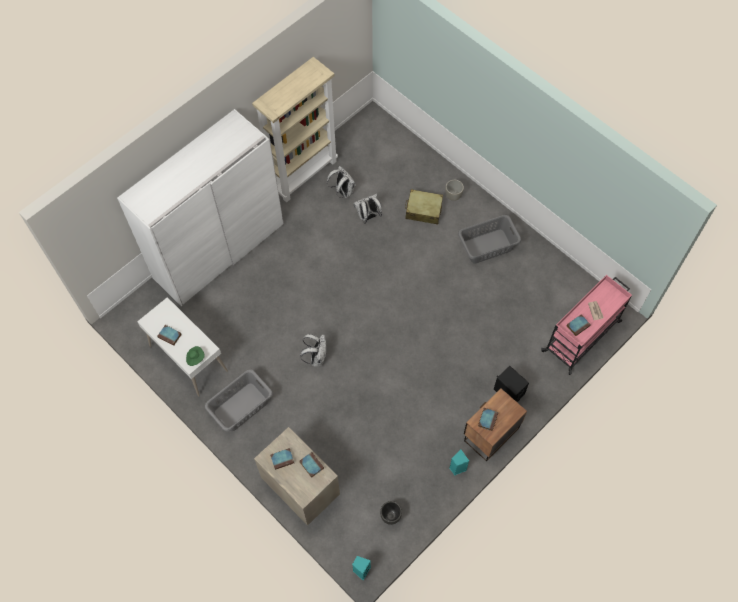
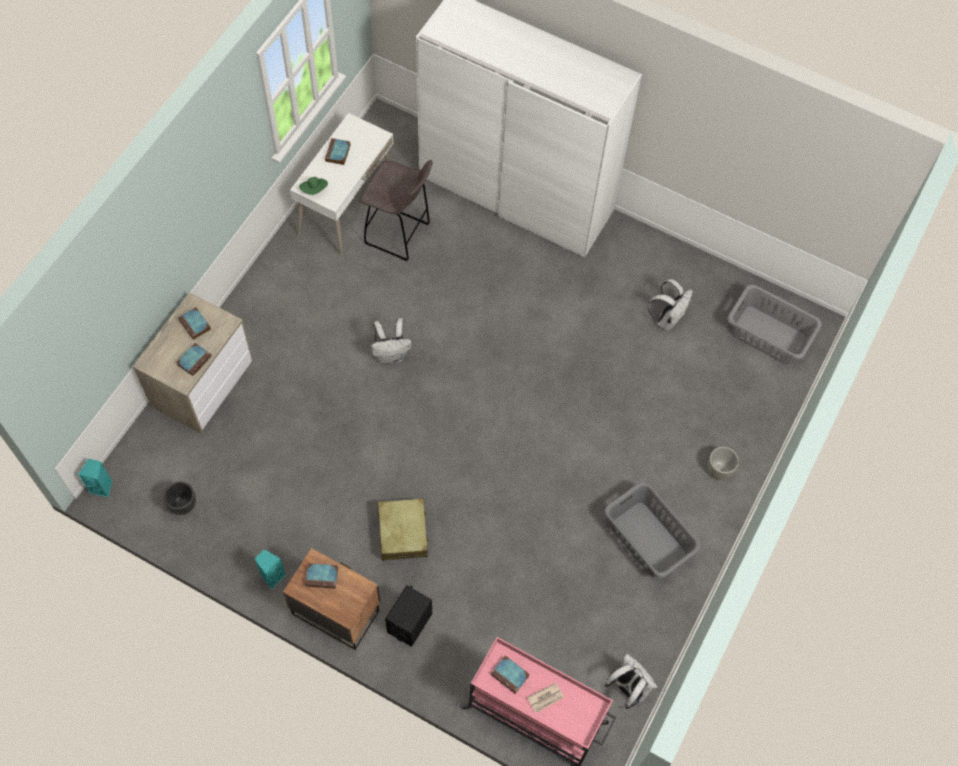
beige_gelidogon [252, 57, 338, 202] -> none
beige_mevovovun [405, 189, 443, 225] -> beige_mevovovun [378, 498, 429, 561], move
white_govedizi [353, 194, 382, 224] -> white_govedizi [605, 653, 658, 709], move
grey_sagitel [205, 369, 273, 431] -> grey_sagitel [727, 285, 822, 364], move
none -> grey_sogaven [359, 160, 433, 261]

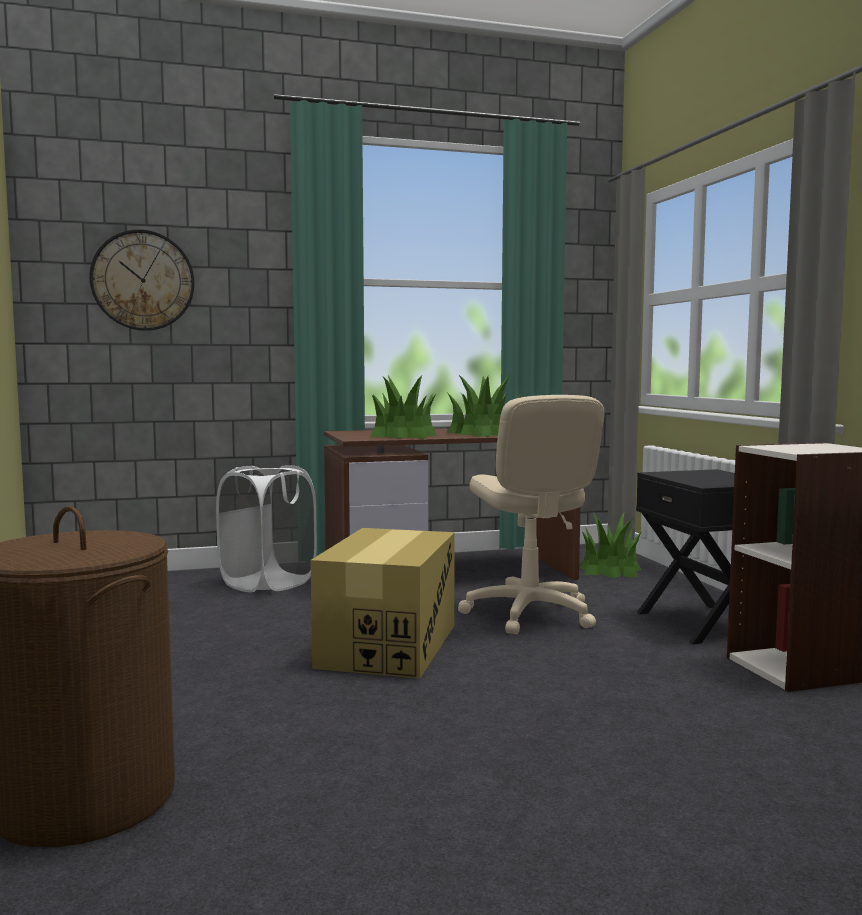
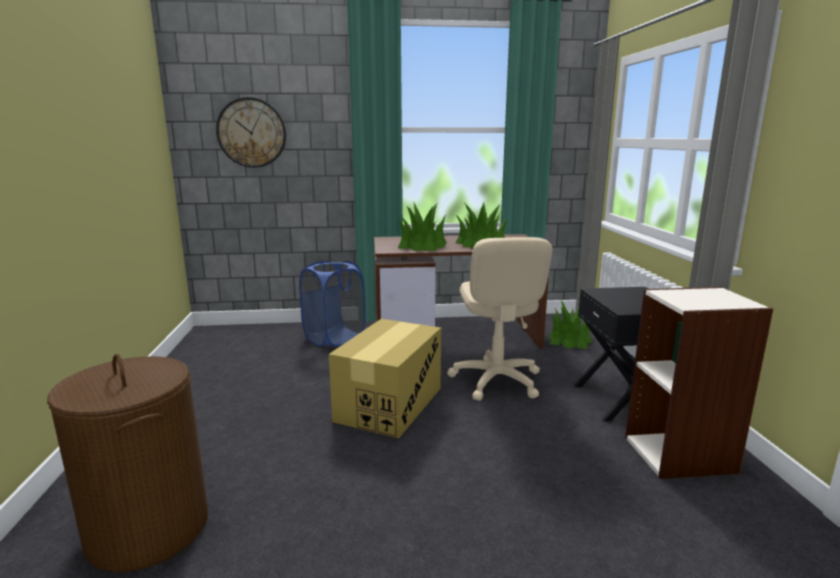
white_sagitel [216, 465, 317, 592] -> blue_sagitel [299, 261, 366, 347]

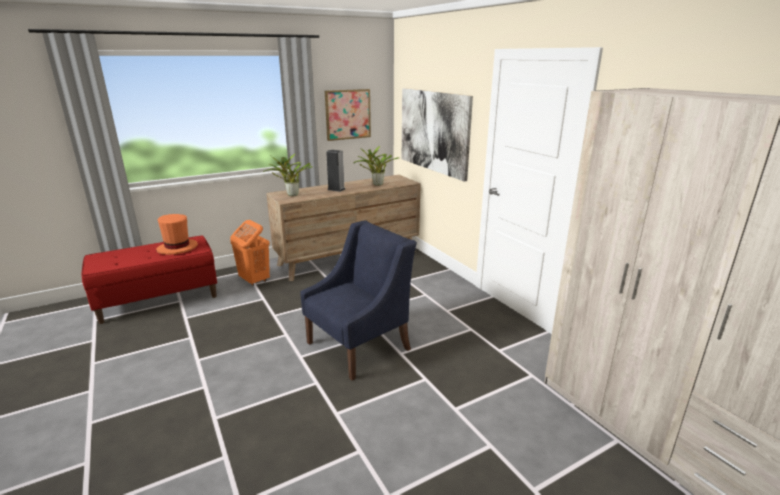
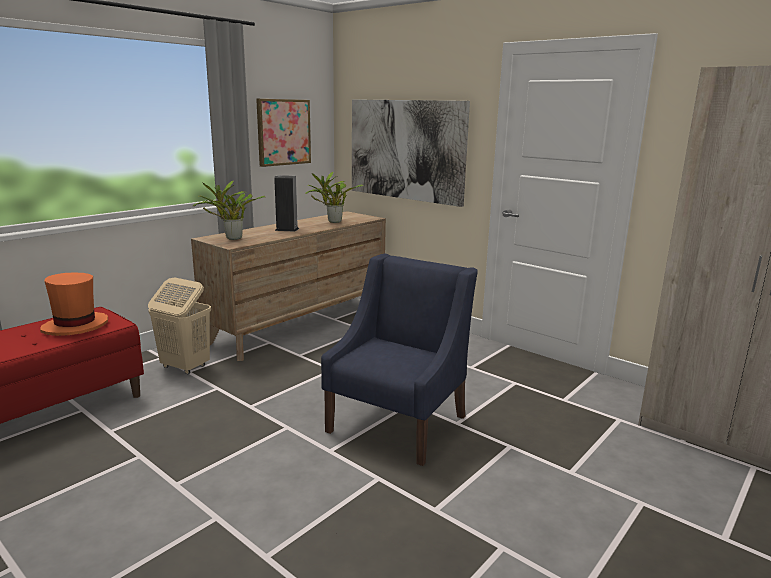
orange_sagitel [230, 220, 270, 286] -> beige_sagitel [148, 277, 211, 375]

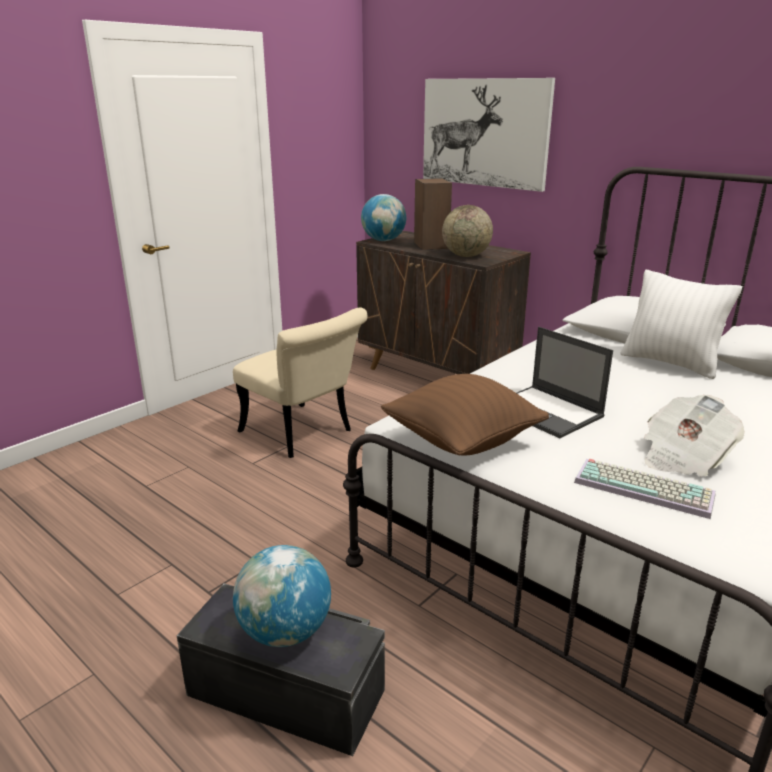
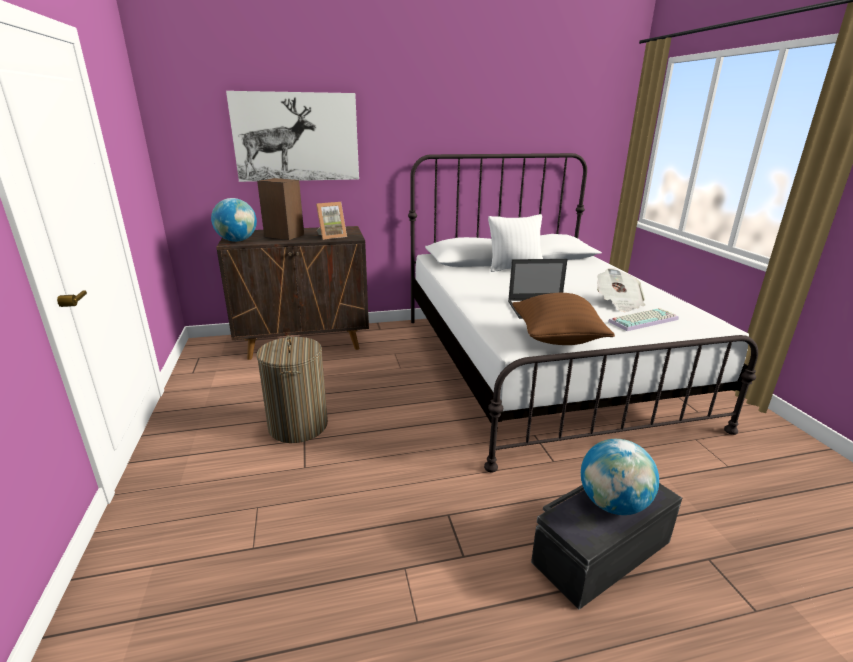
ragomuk [442, 205, 493, 257] -> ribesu [316, 202, 347, 240]
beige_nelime [233, 307, 367, 458] -> sagitel [256, 335, 328, 443]

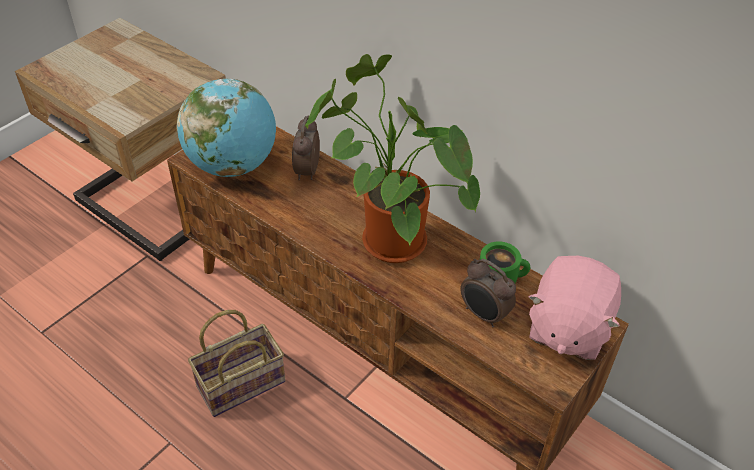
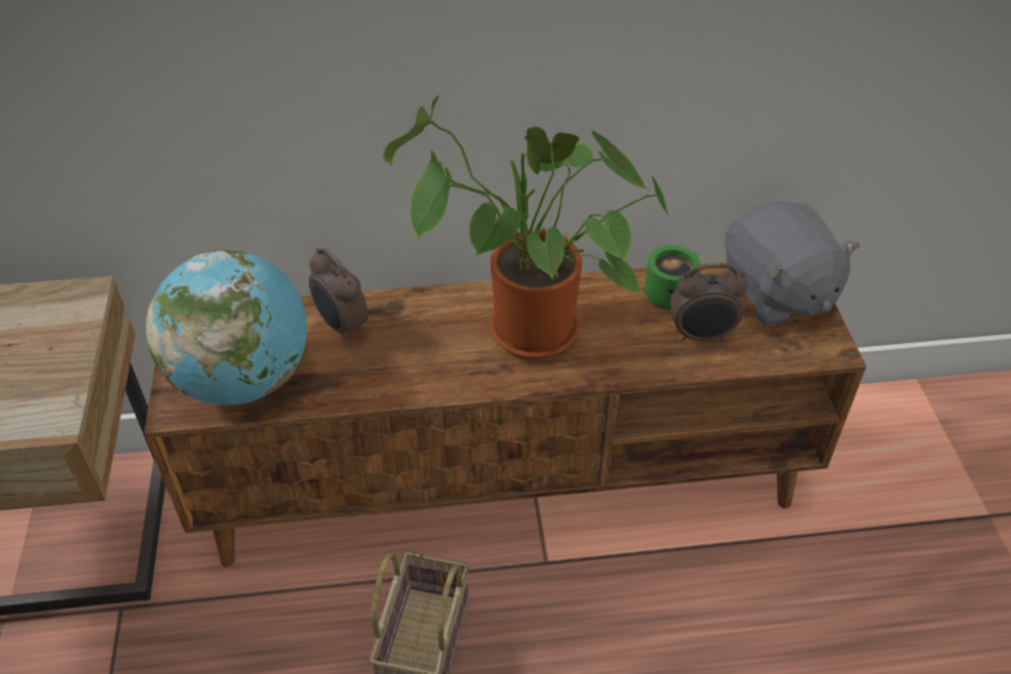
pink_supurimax [528, 255, 621, 360] -> grey_supurimax [725, 201, 860, 326]

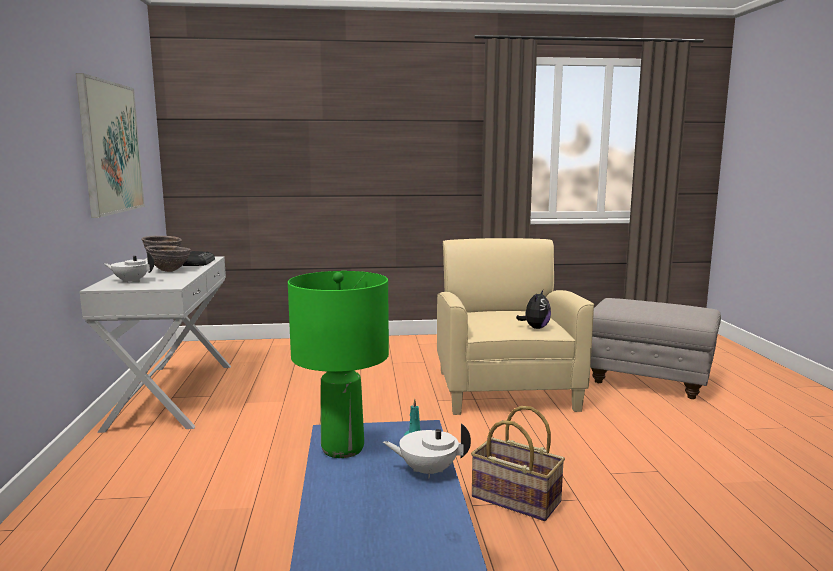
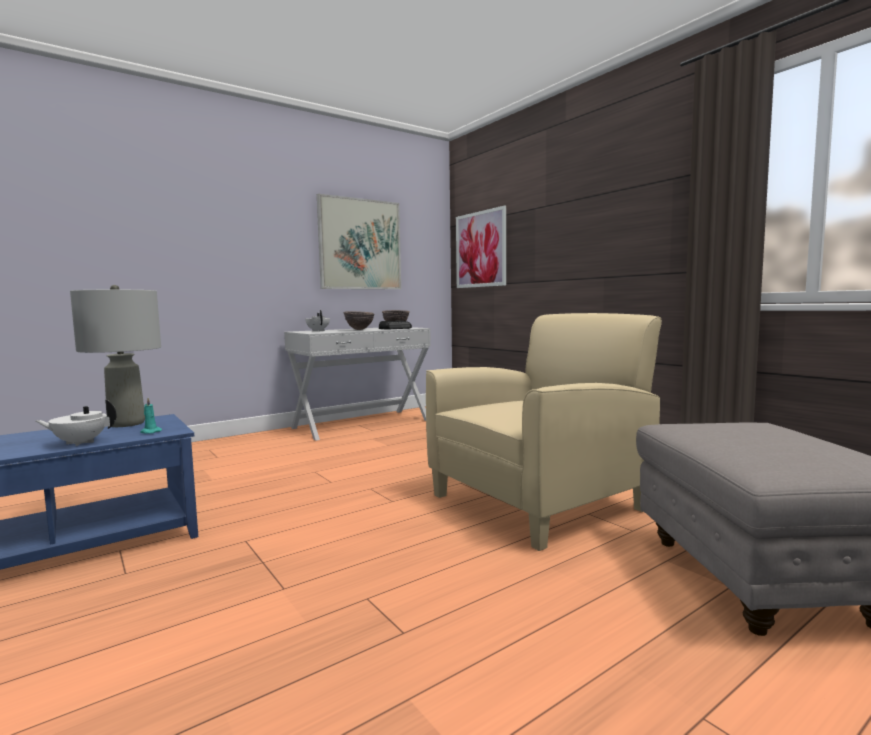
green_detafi [288, 271, 389, 458] -> grey_detafi [70, 285, 161, 427]
supurimax [516, 290, 551, 329] -> none
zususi [471, 406, 565, 521] -> none
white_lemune [383, 423, 471, 479] -> white_lemune [35, 399, 117, 446], 75 degrees counterclockwise
none -> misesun [456, 205, 506, 288]

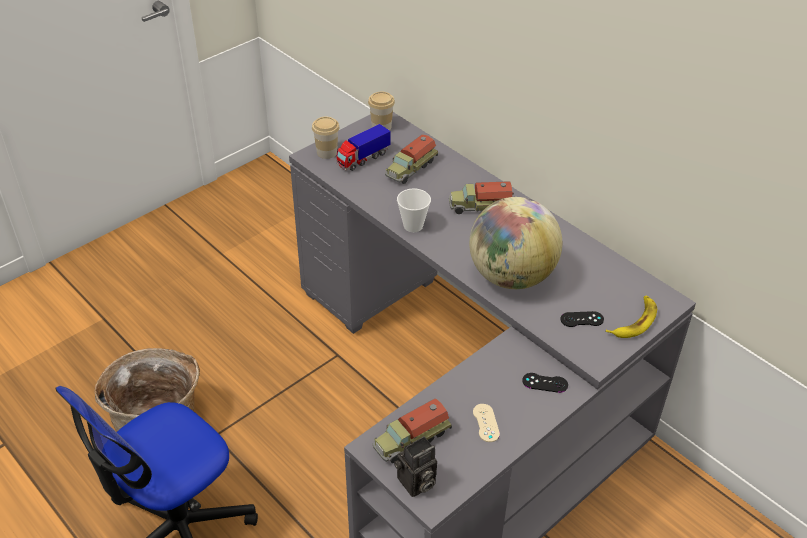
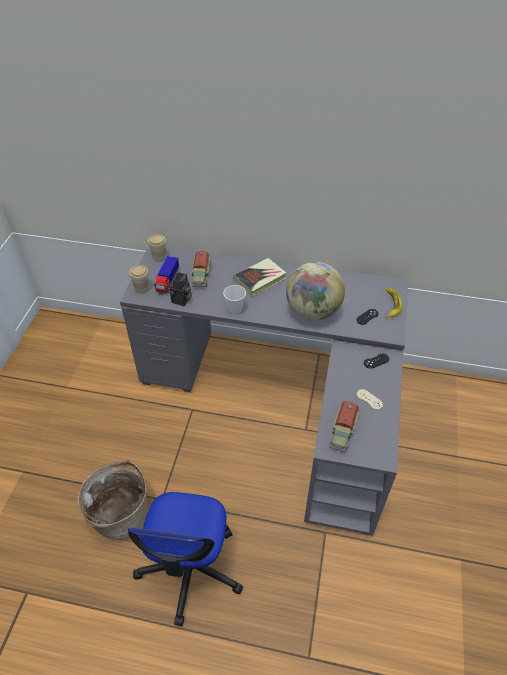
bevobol [449, 181, 514, 214] -> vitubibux [233, 258, 287, 296]
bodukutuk [394, 436, 437, 497] -> bodukutuk [170, 272, 192, 306], move

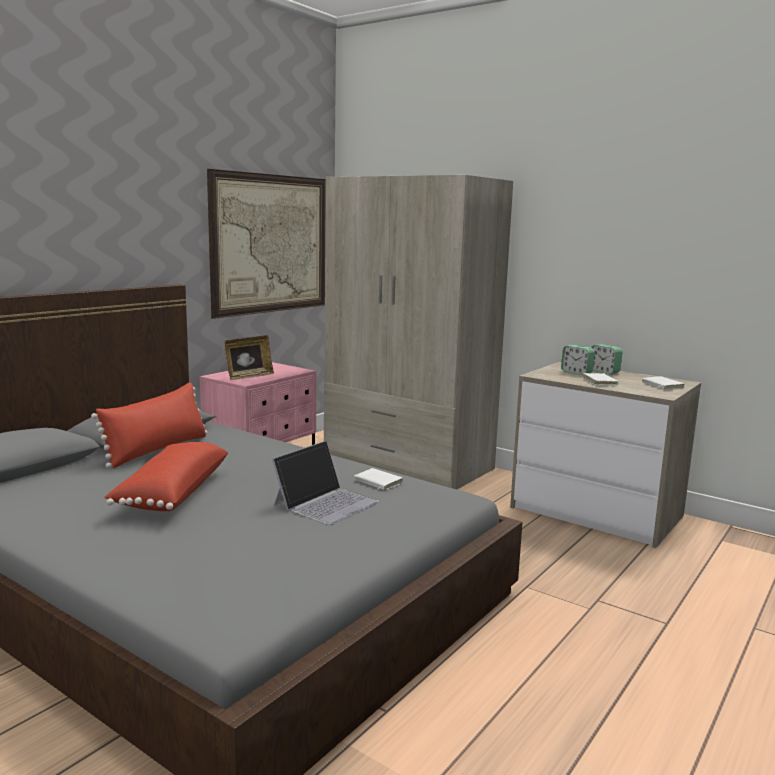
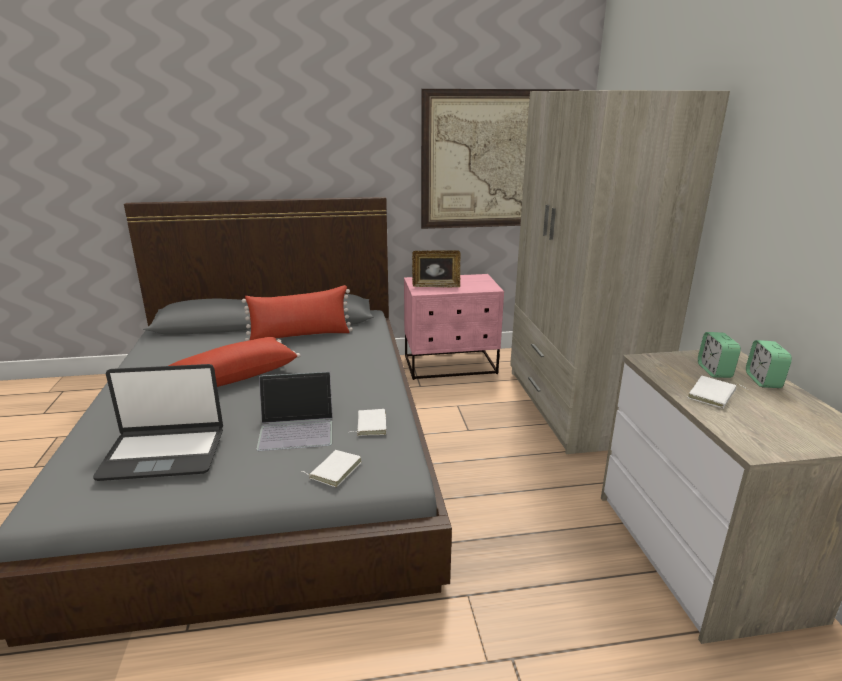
white_vitubibux [642, 376, 685, 390] -> white_vitubibux [301, 450, 362, 487], move
none -> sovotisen [93, 364, 223, 481]

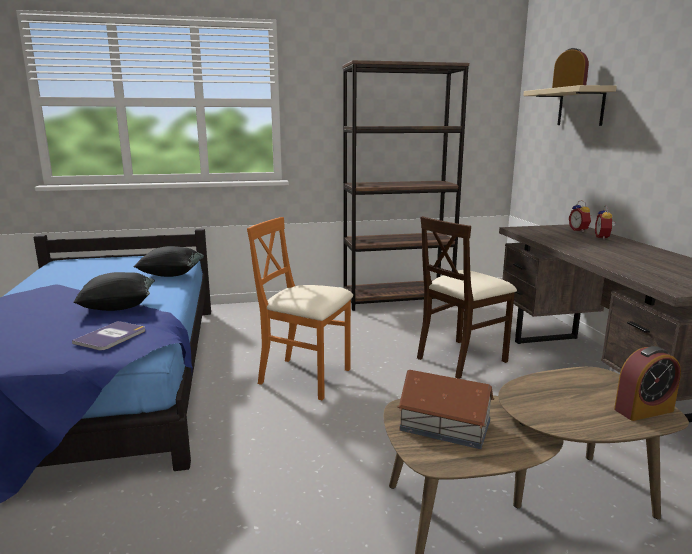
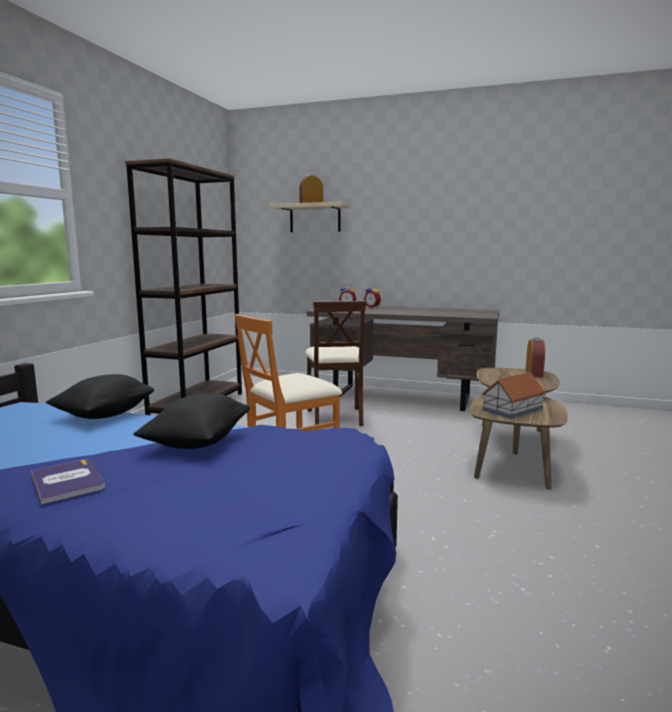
vitubibux [72, 321, 145, 350] -> vitubibux [31, 459, 105, 505], move

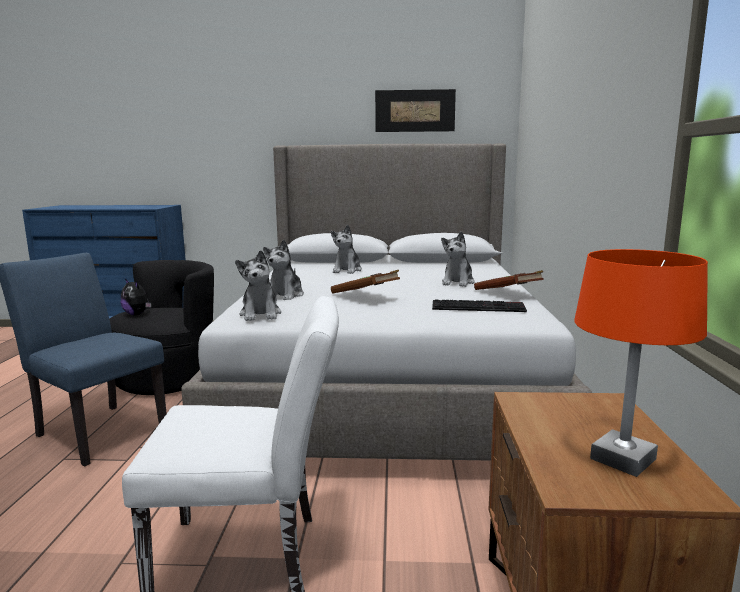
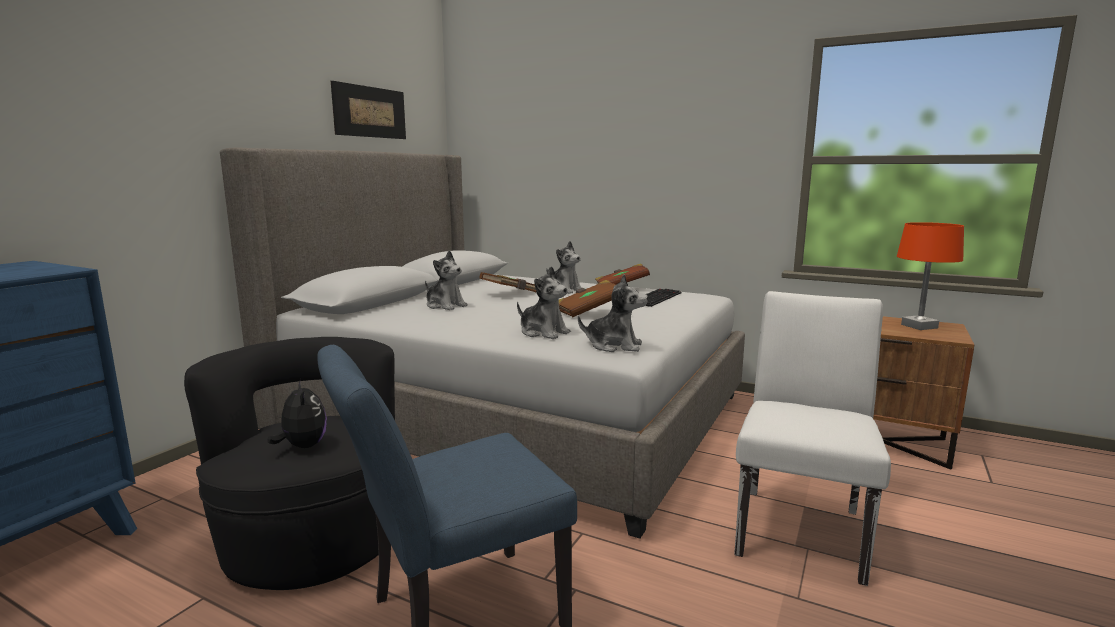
supurimax [121, 279, 151, 315] -> supurimax [267, 379, 327, 448], 90 degrees counterclockwise
none -> brown_vitubibux [479, 272, 537, 293]

